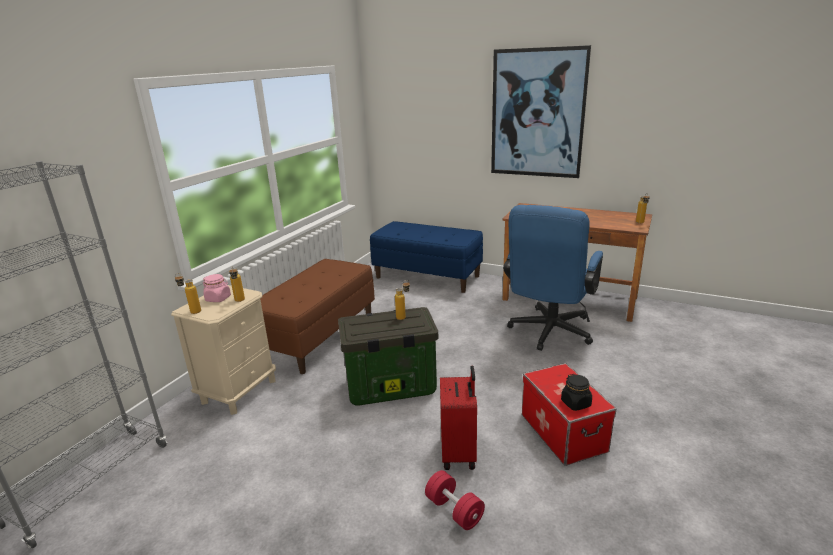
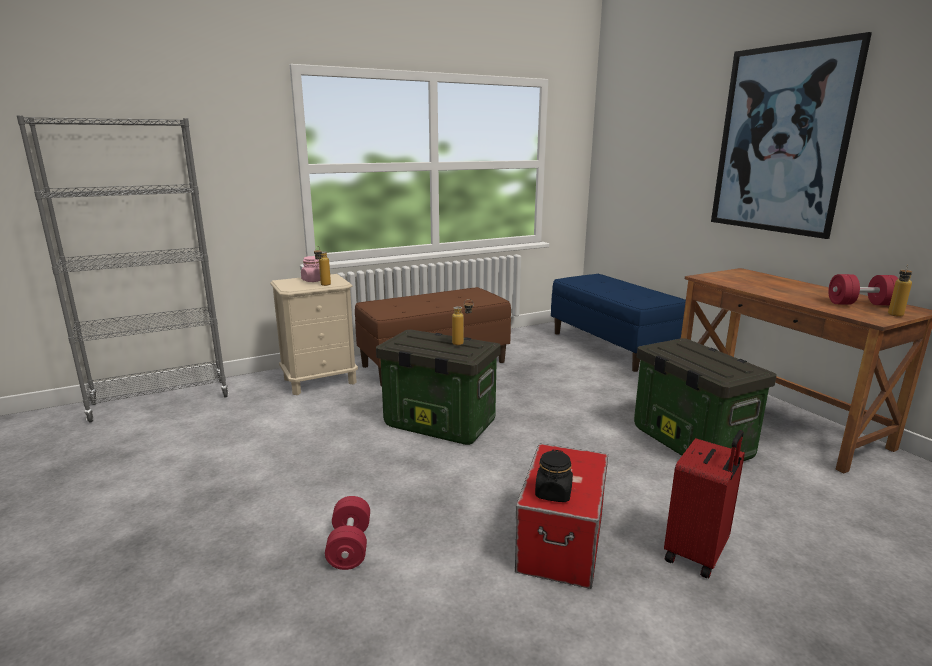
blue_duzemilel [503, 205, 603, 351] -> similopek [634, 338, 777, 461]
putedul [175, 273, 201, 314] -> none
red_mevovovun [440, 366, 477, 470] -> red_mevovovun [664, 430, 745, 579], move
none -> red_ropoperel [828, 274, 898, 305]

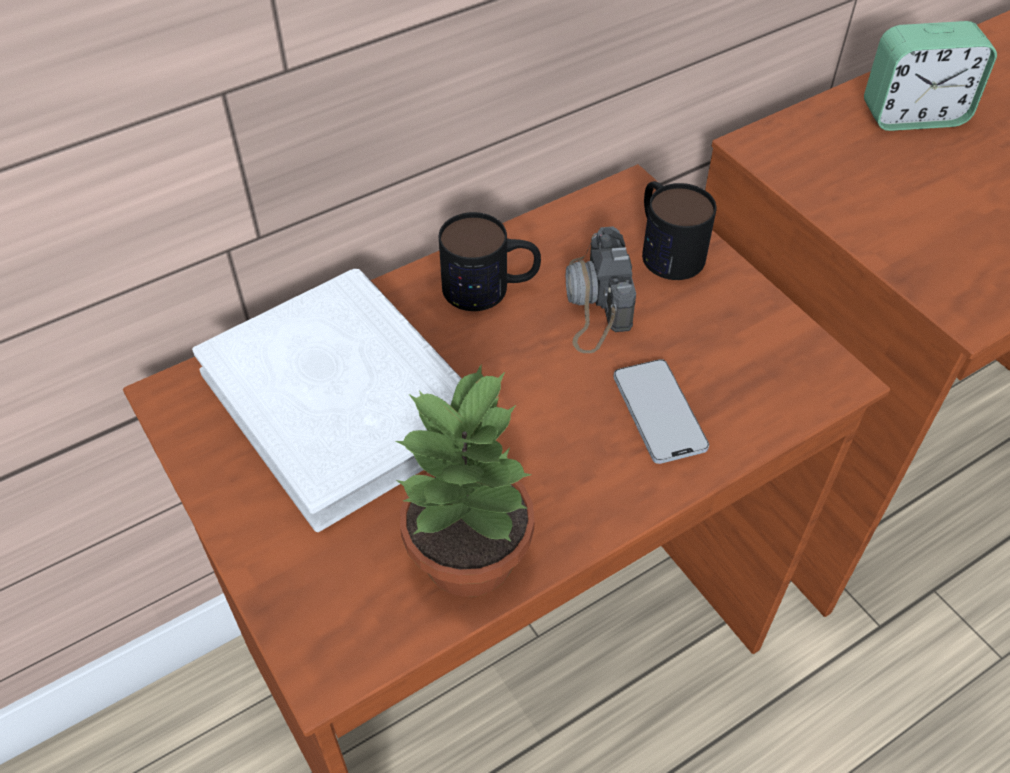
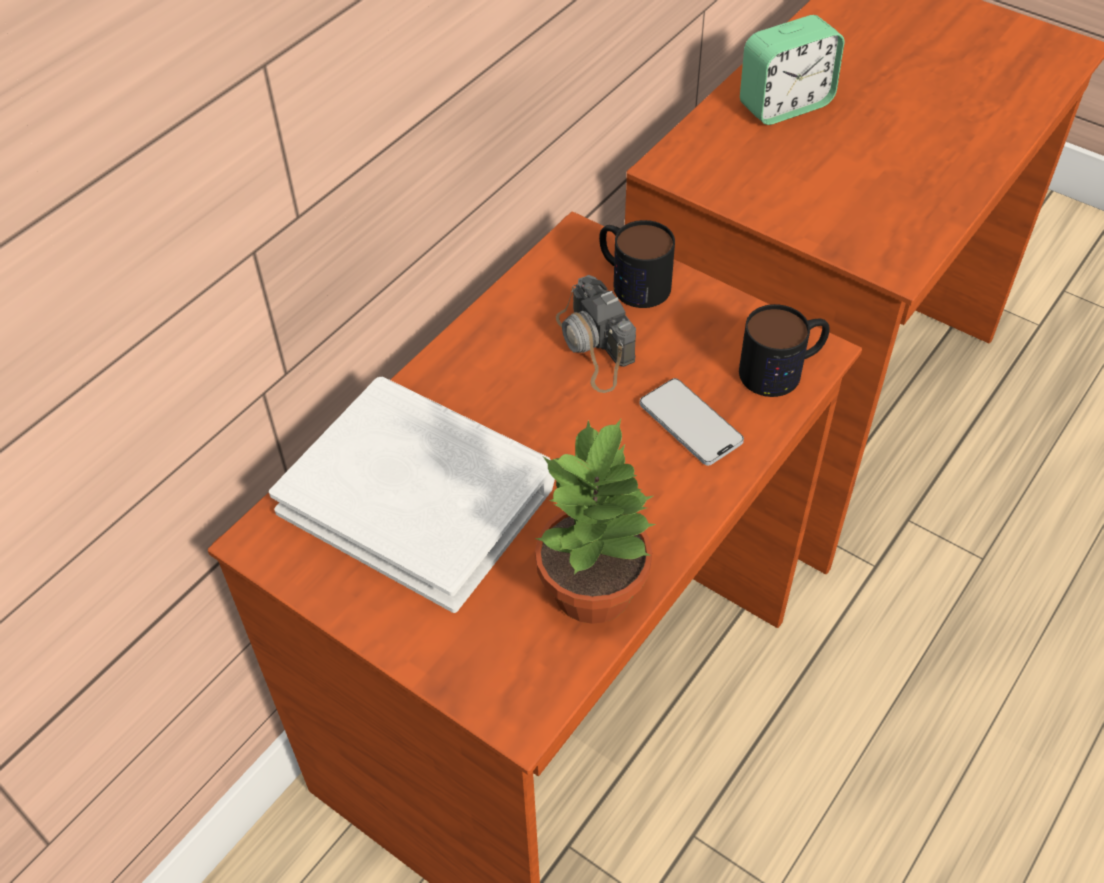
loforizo [439, 212, 541, 311] -> loforizo [739, 304, 830, 397], move

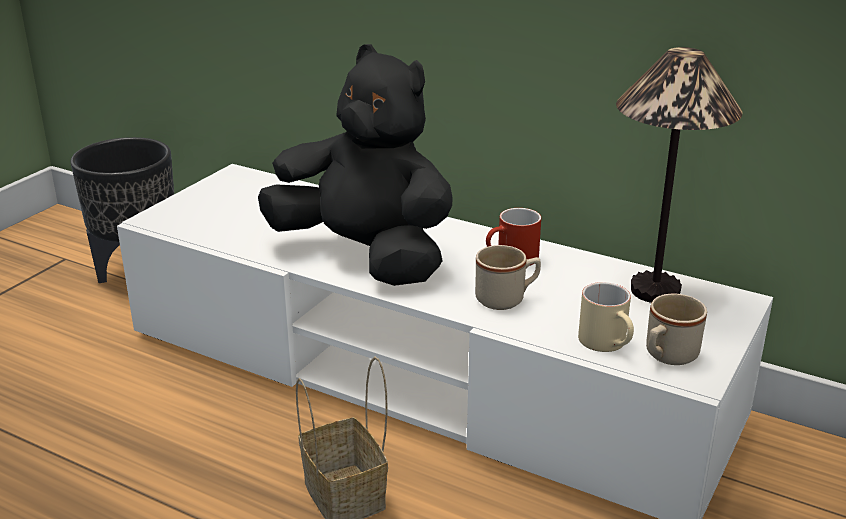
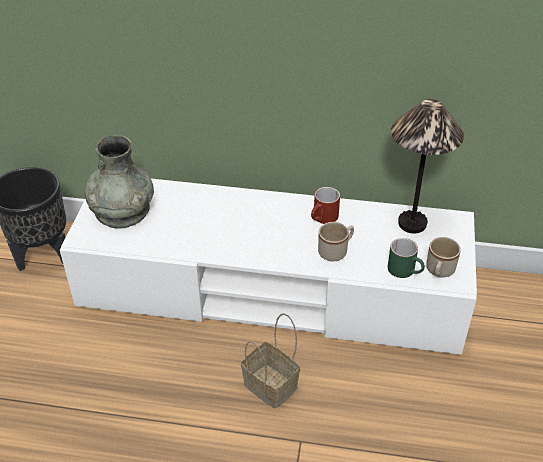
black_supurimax [258, 44, 453, 286] -> none
beige_loforizo [578, 282, 634, 352] -> green_loforizo [388, 238, 425, 278]
none -> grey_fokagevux [85, 135, 154, 229]

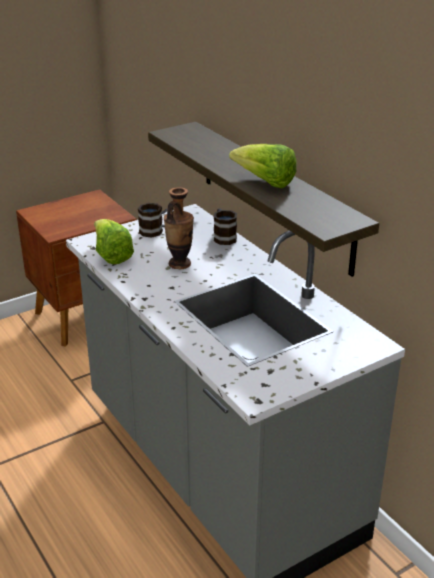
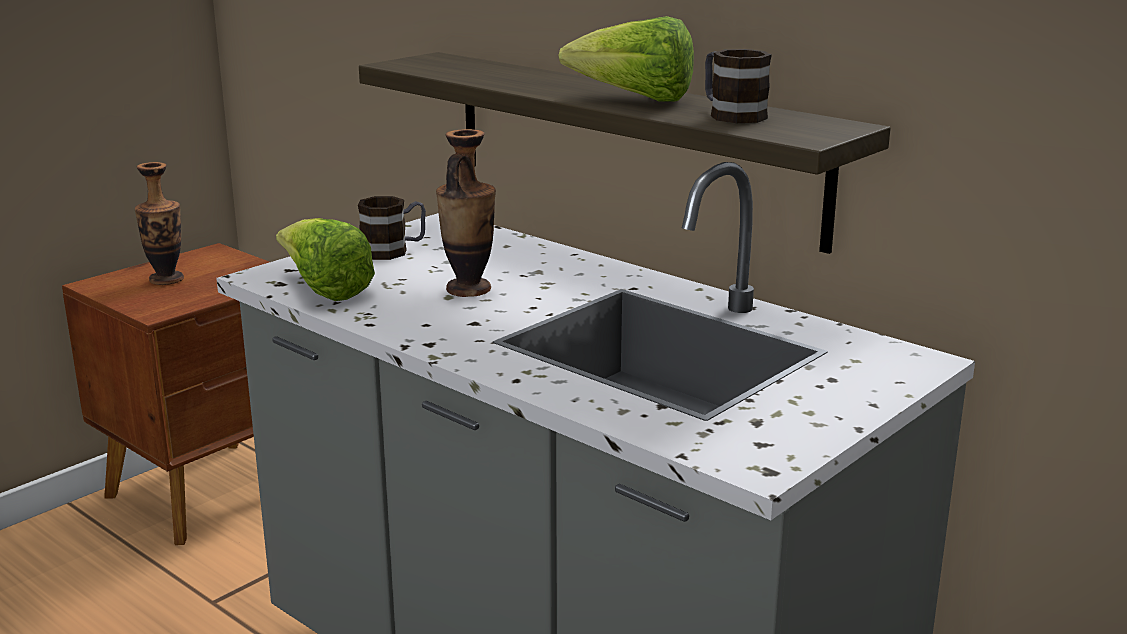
loforizo [214, 209, 237, 245] -> loforizo [705, 49, 772, 123], move
none -> fokagevux [135, 162, 184, 285]

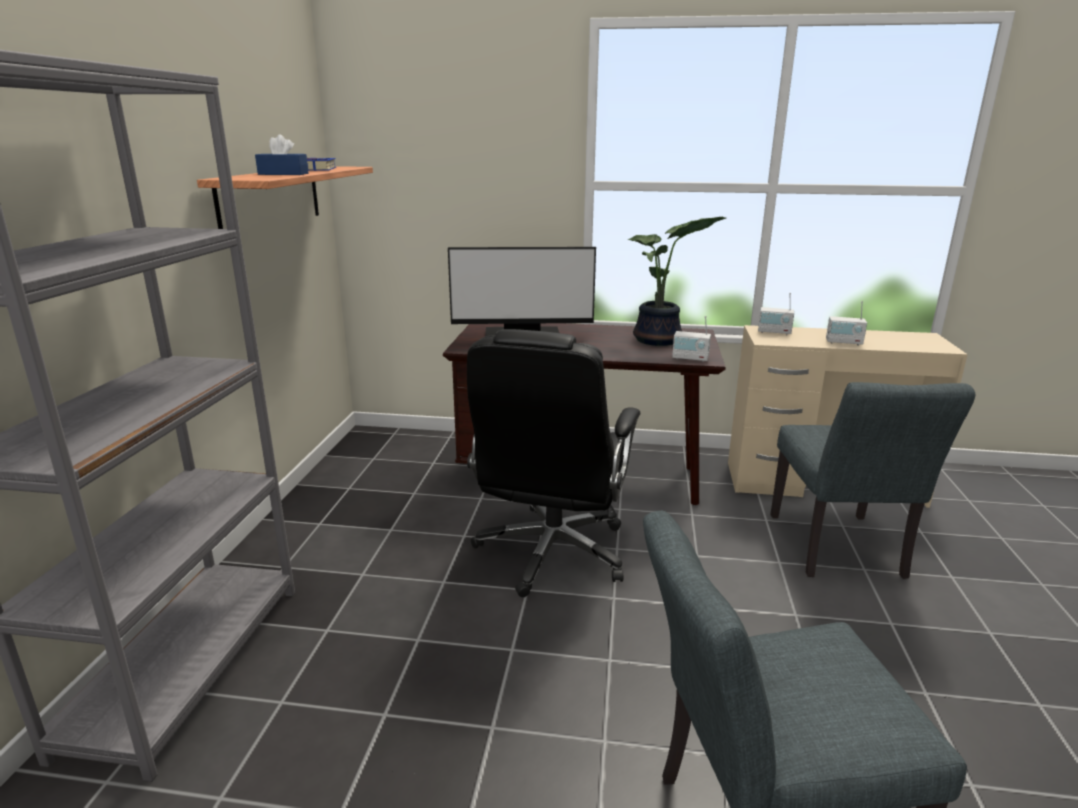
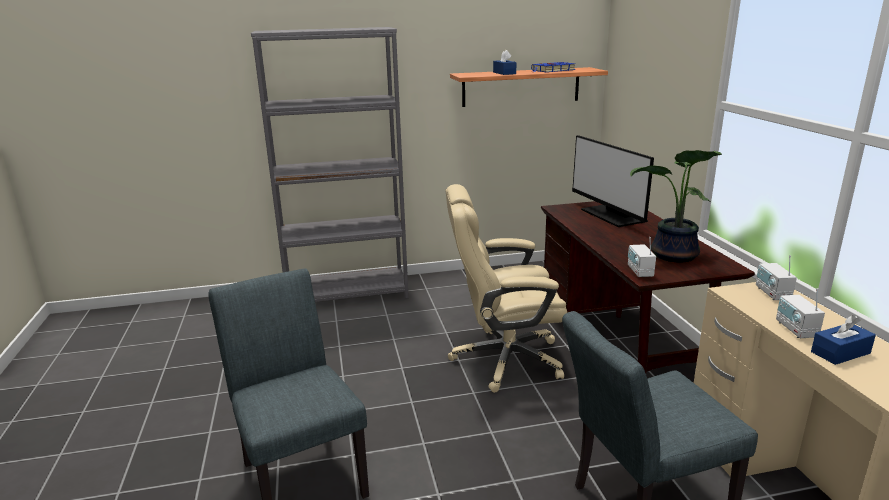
black_duzemilel [467, 329, 640, 597] -> beige_duzemilel [445, 184, 567, 393]
none -> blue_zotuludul [811, 315, 876, 365]

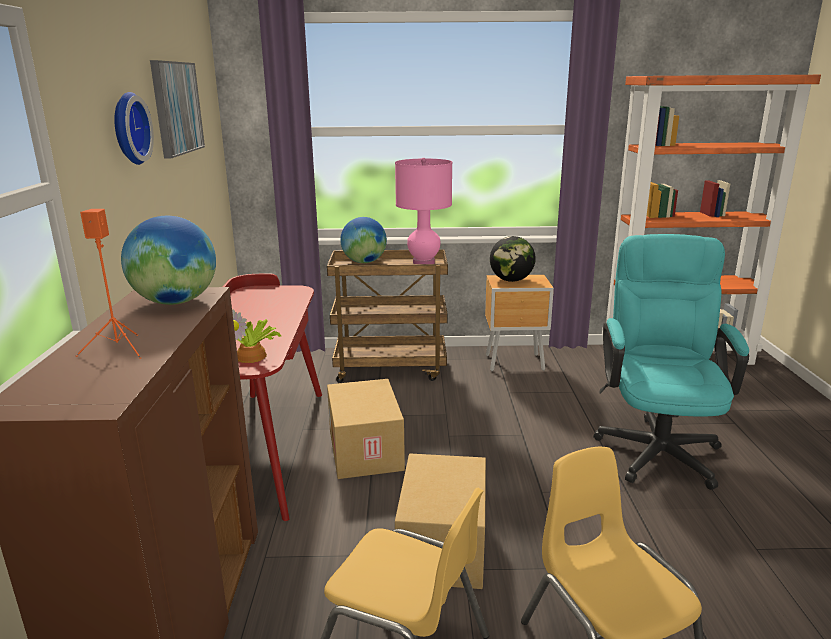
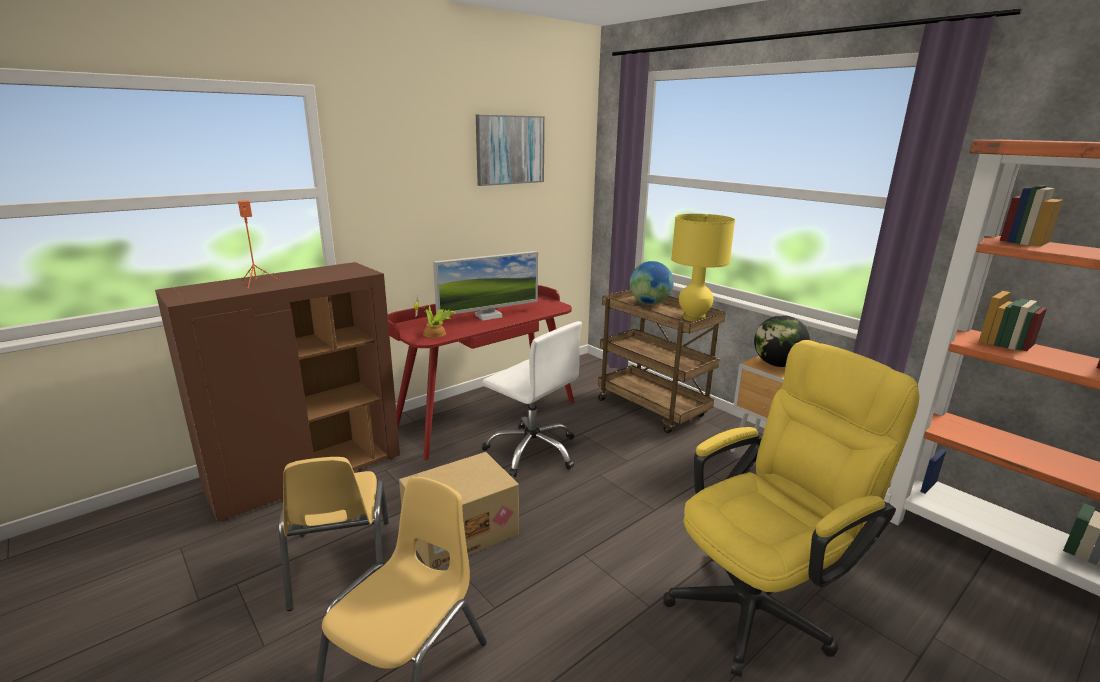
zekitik [114, 92, 154, 165] -> none
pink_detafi [395, 158, 452, 264] -> yellow_detafi [671, 214, 735, 322]
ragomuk [121, 216, 216, 305] -> none
turquoise_duzemilel [593, 234, 749, 490] -> yellow_duzemilel [663, 340, 919, 677]
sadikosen [327, 379, 405, 479] -> white_duzemilel [482, 321, 582, 477]
none -> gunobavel [433, 251, 538, 321]

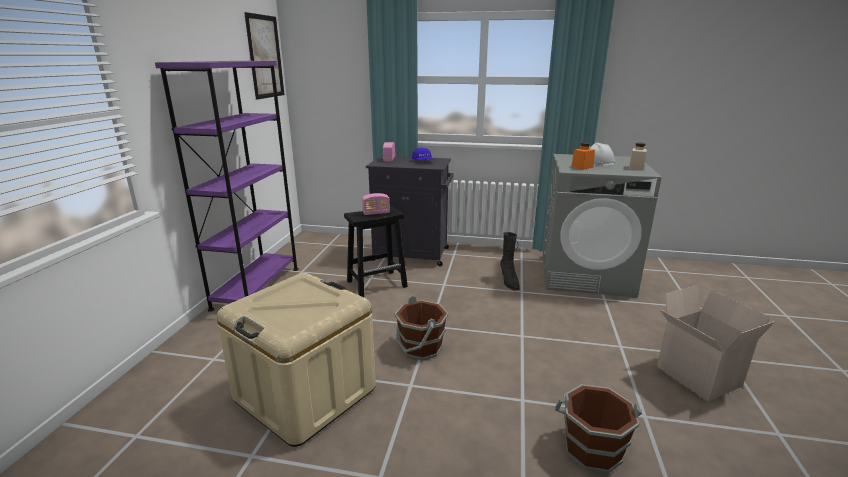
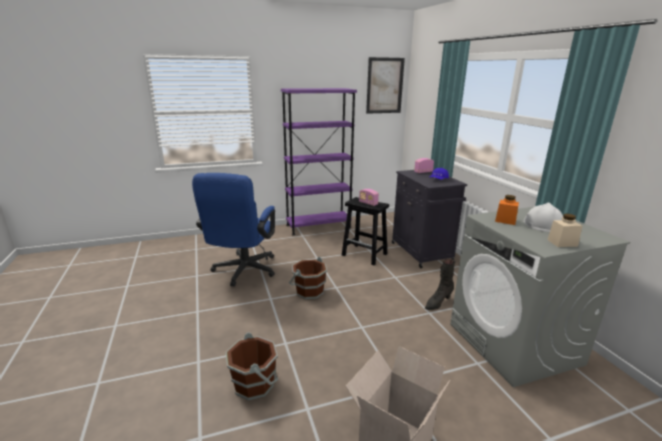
beige_similopek [217, 273, 376, 447] -> blue_duzemilel [192, 173, 275, 287]

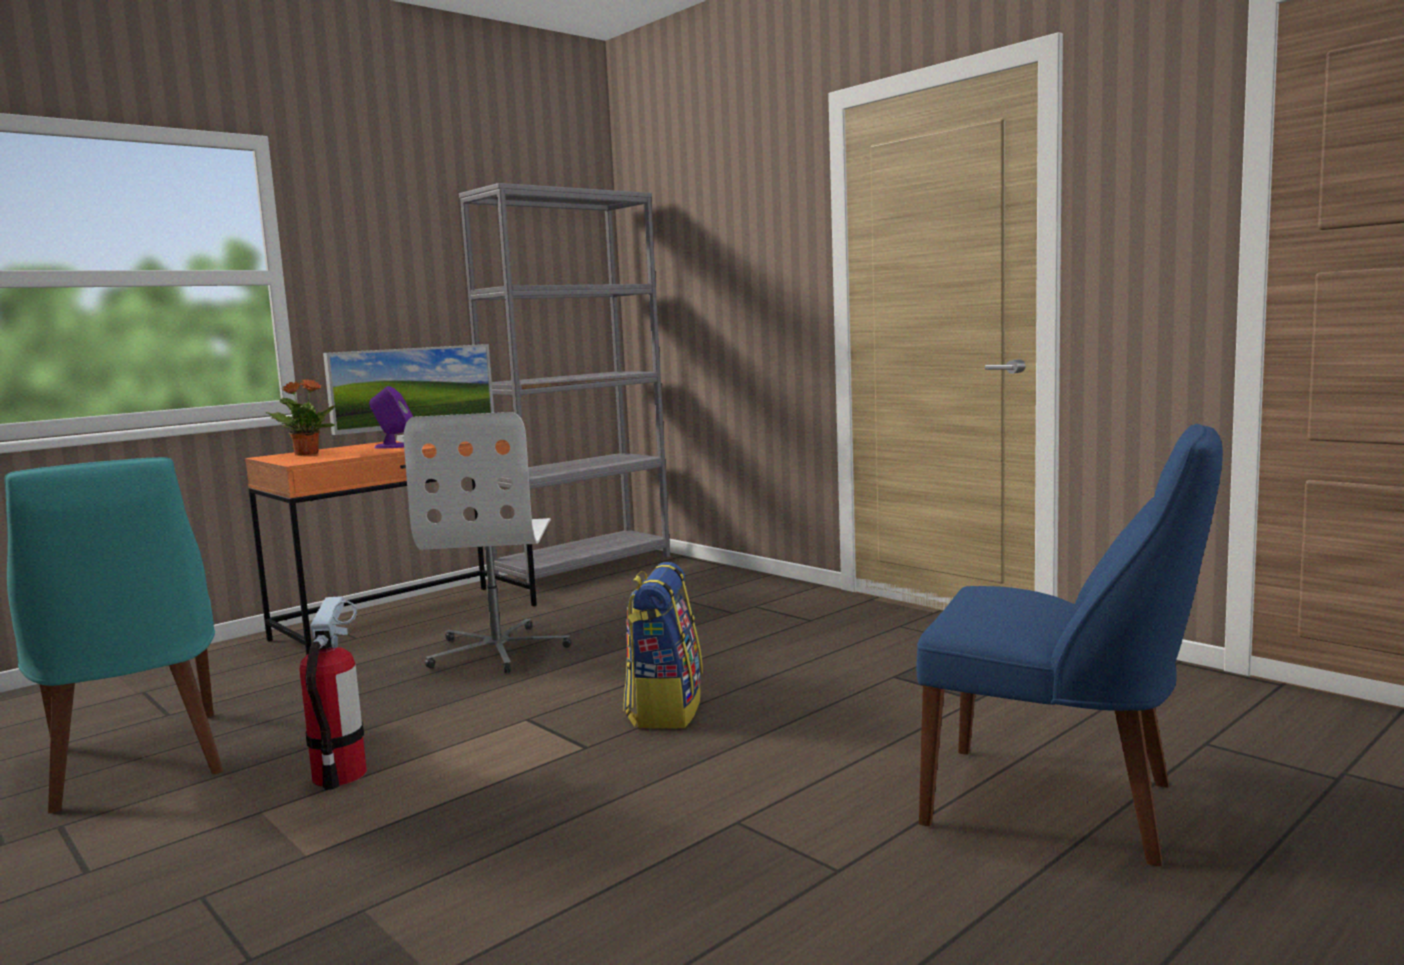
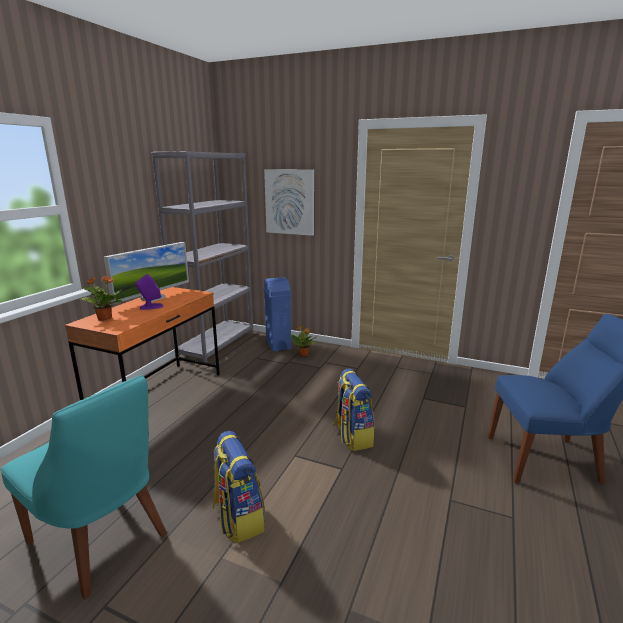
white_duzemilel [404, 412, 571, 673] -> none
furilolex [299, 596, 367, 790] -> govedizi [213, 431, 265, 544]
none -> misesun [264, 169, 314, 236]
none -> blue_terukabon [263, 277, 292, 352]
none -> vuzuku [291, 325, 317, 356]

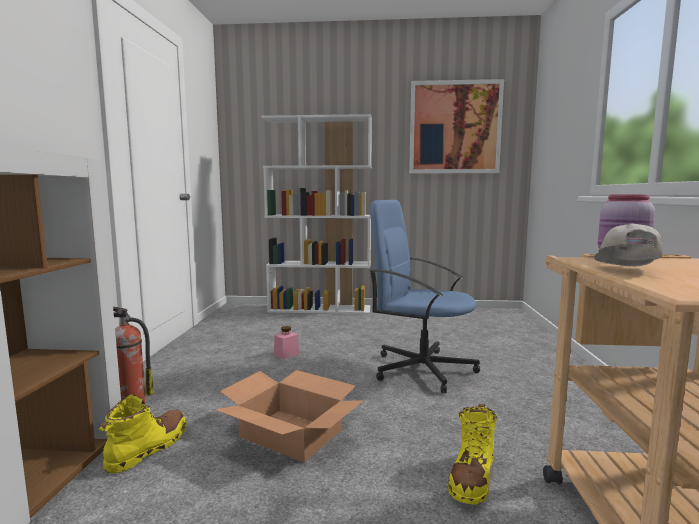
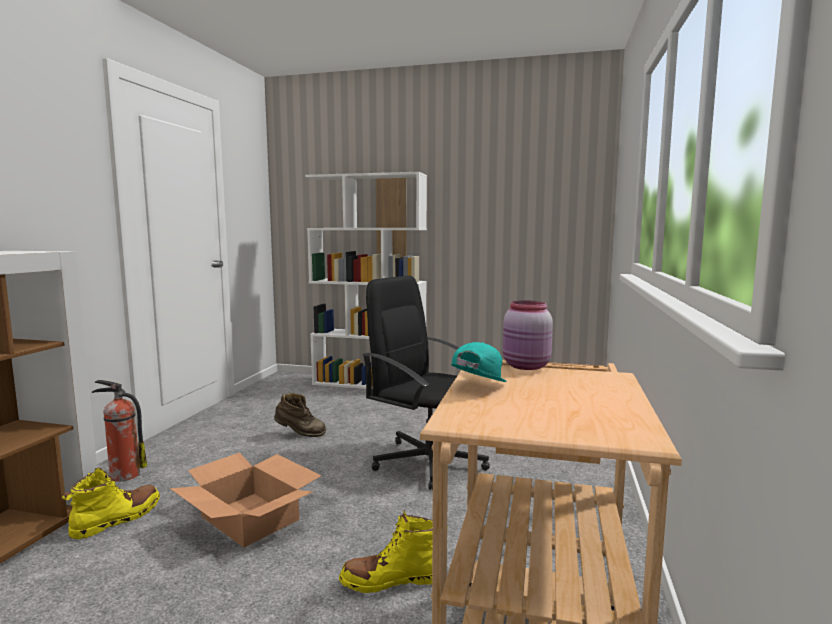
misesun [409, 79, 504, 173] -> none
blue_duzemilel [370, 200, 480, 393] -> black_duzemilel [362, 275, 490, 490]
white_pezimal [594, 223, 662, 267] -> turquoise_pezimal [452, 342, 507, 382]
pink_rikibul [274, 326, 299, 359] -> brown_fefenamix [274, 393, 326, 437]
yellow_fefenamix [448, 404, 497, 505] -> yellow_fefenamix [339, 510, 448, 593], 45 degrees clockwise

